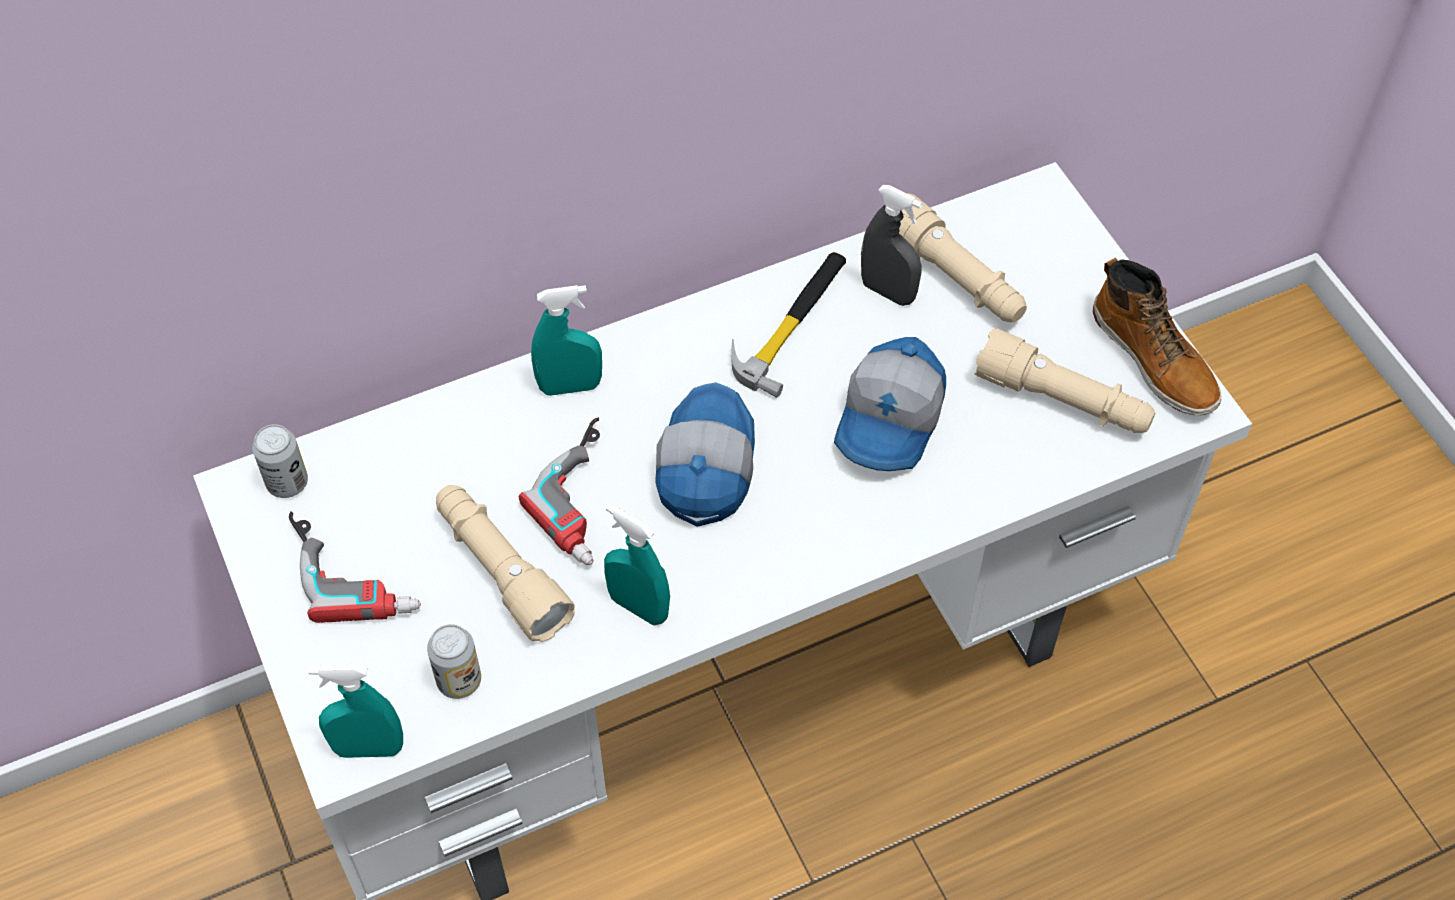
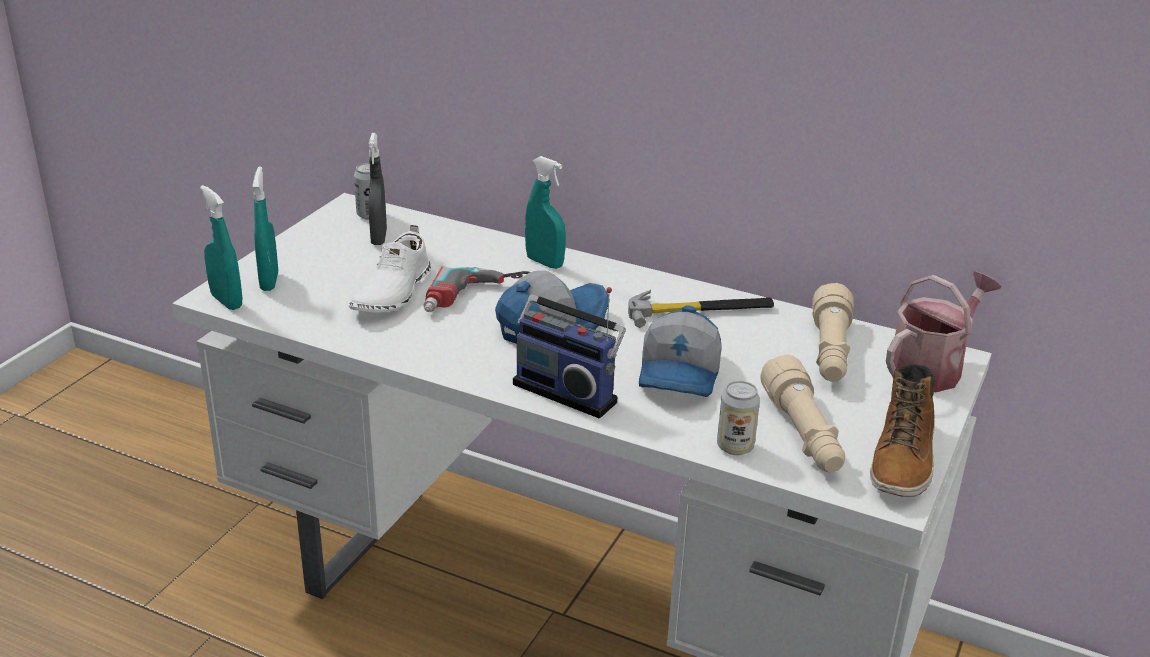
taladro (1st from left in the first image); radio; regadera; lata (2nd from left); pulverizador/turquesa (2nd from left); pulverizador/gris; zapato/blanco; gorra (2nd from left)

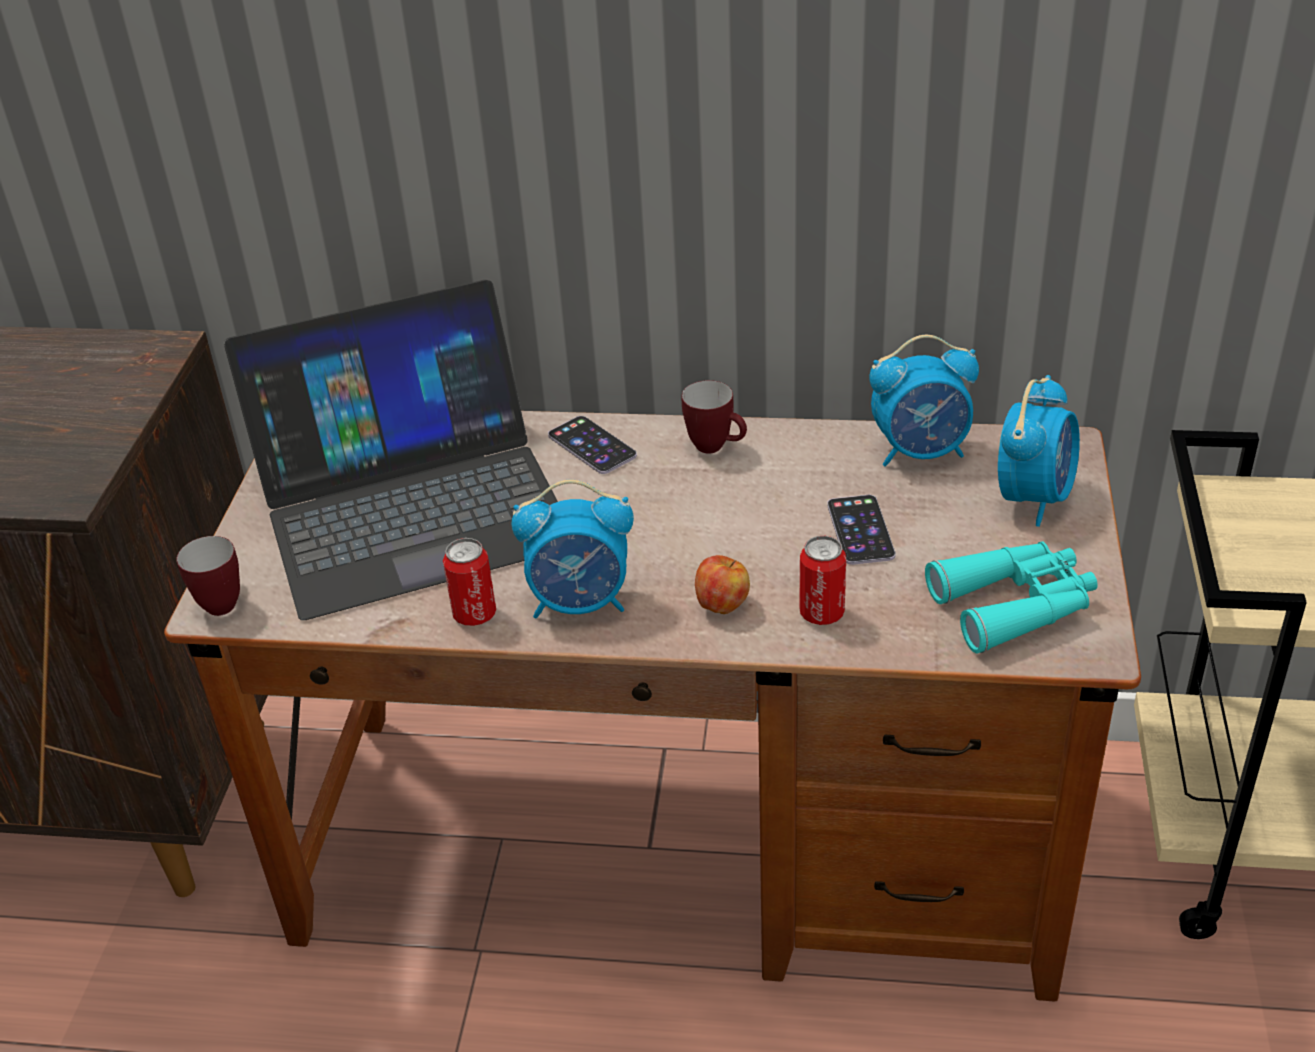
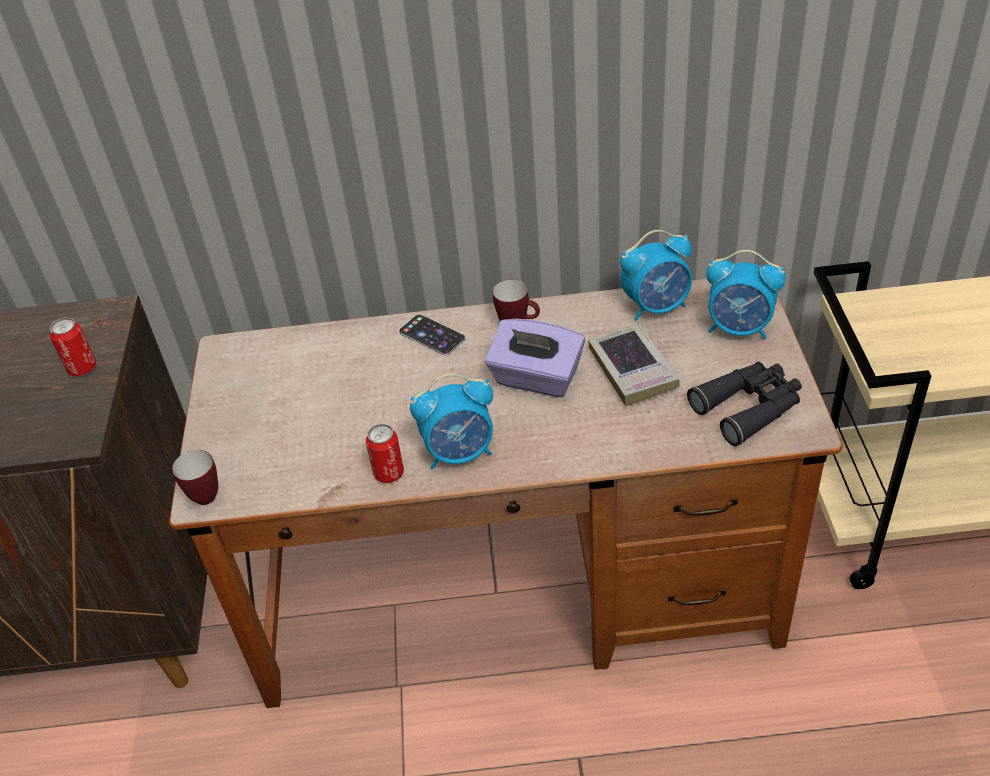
portátil; manzana; caja de pañuelos/morado; lata (1st from left); libro; prismáticos/negro; despertador (3rd from left)

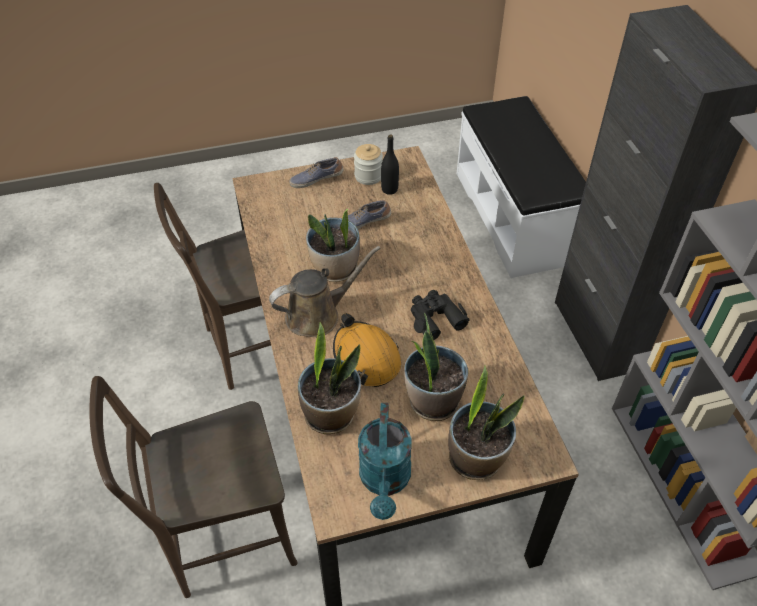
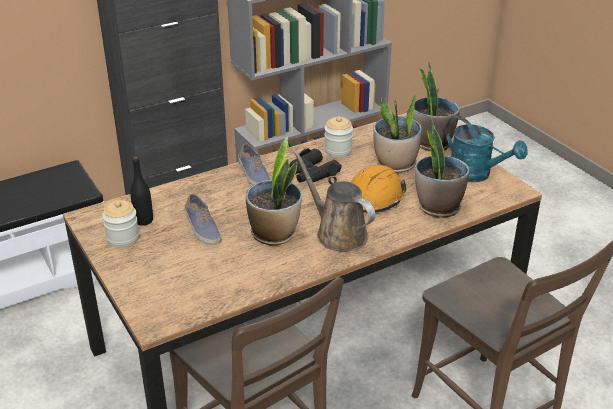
tarro (2nd from left); zapato (2nd from left); regadera/turquesa

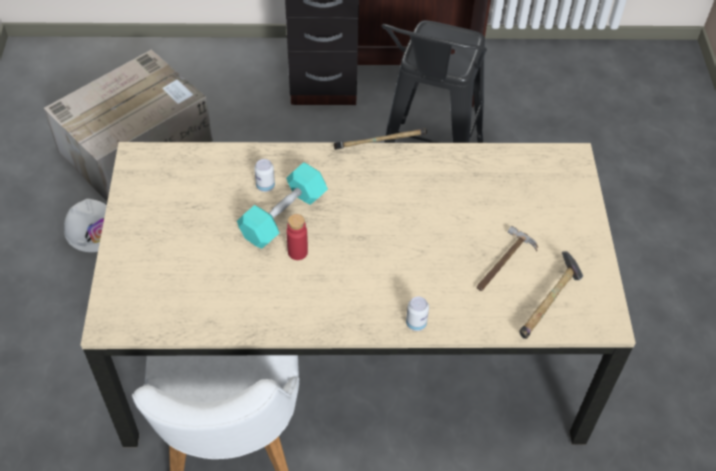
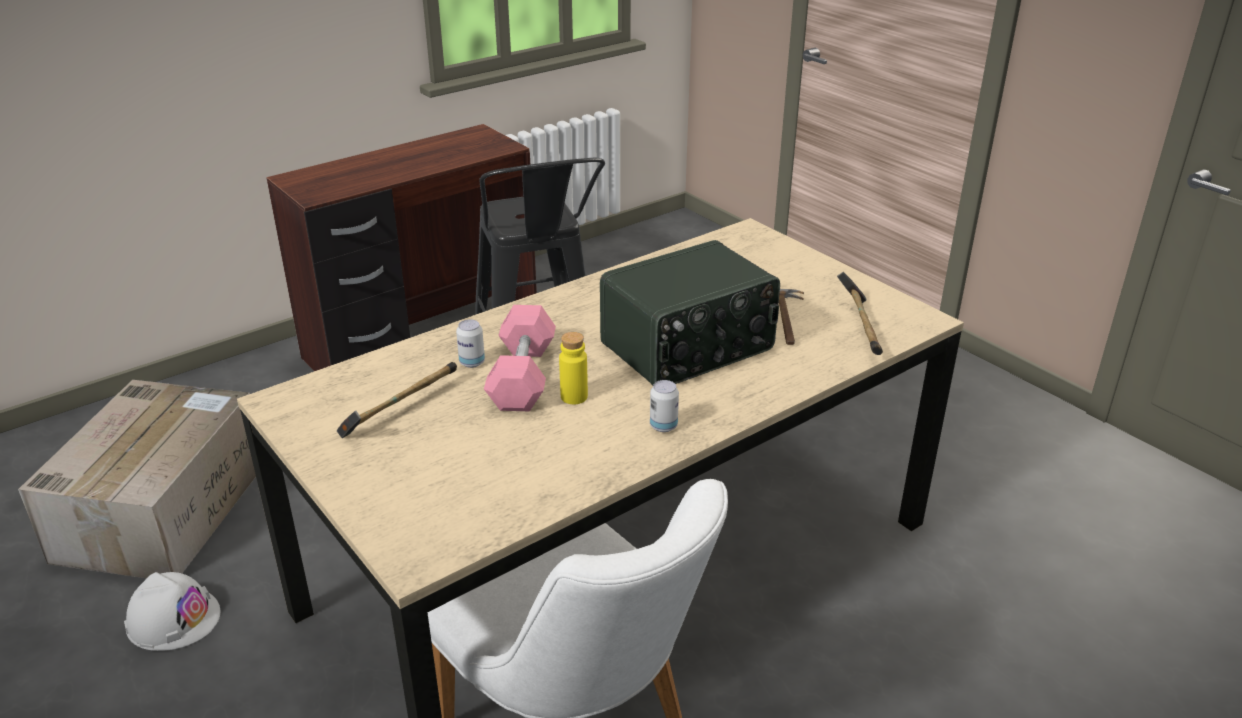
radio; martillo (1st from left); lata (2nd from left); mancuerna/rosa; botella/amarillo

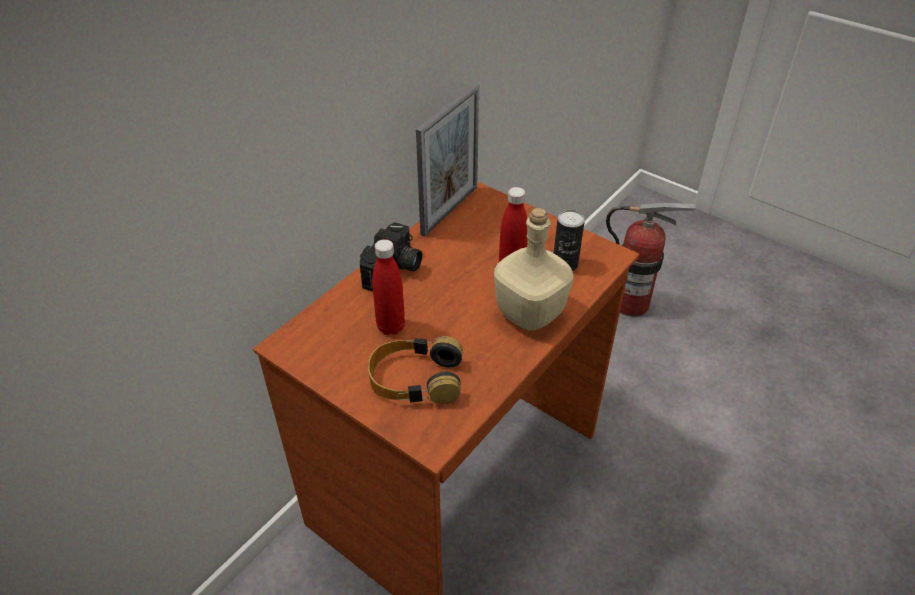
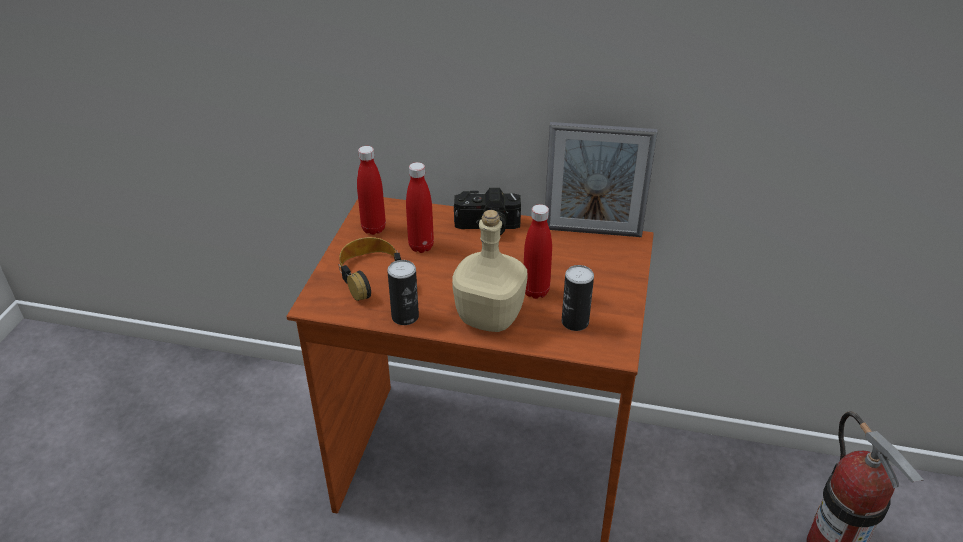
botella/rojo (1st from left); lata (1st from left)

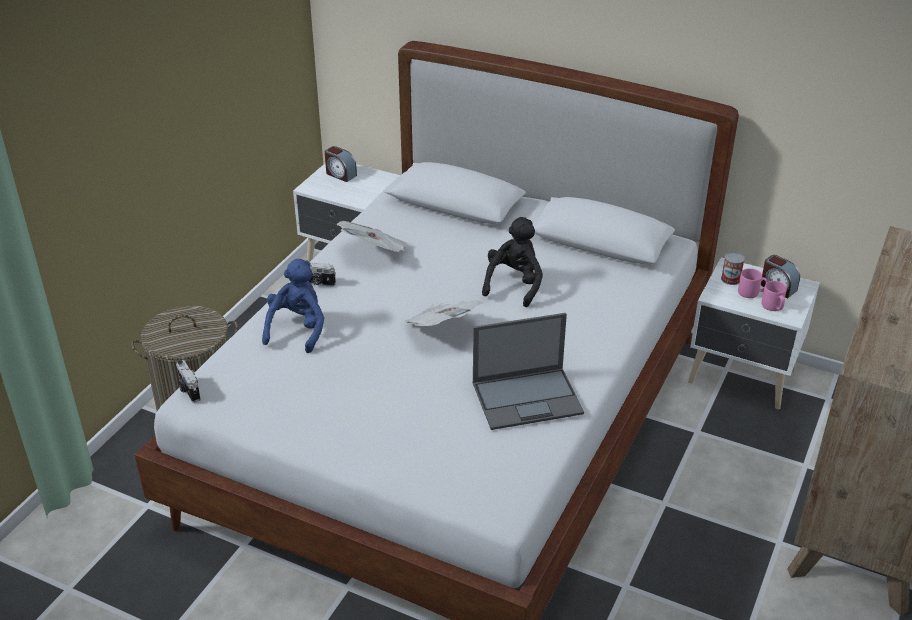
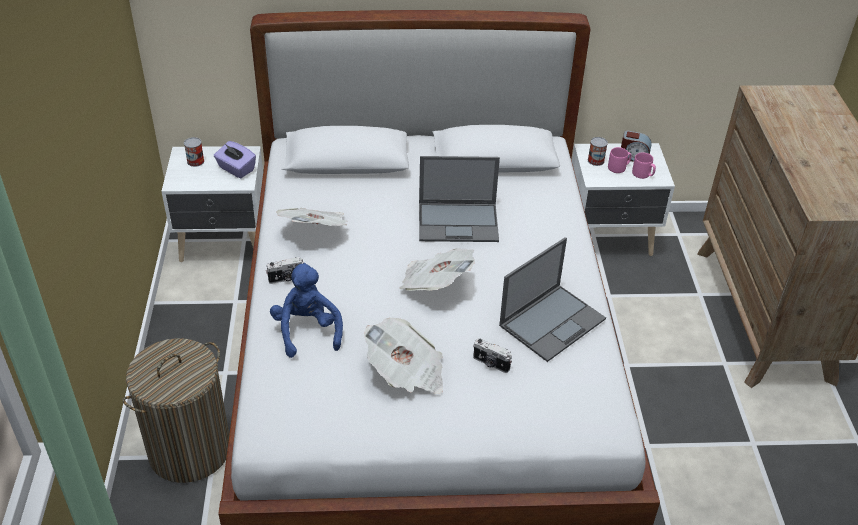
caja de pañuelos/morado; periódico (2nd from left); cámara (2nd from left); lata (1st from left); portátil (1st from left)

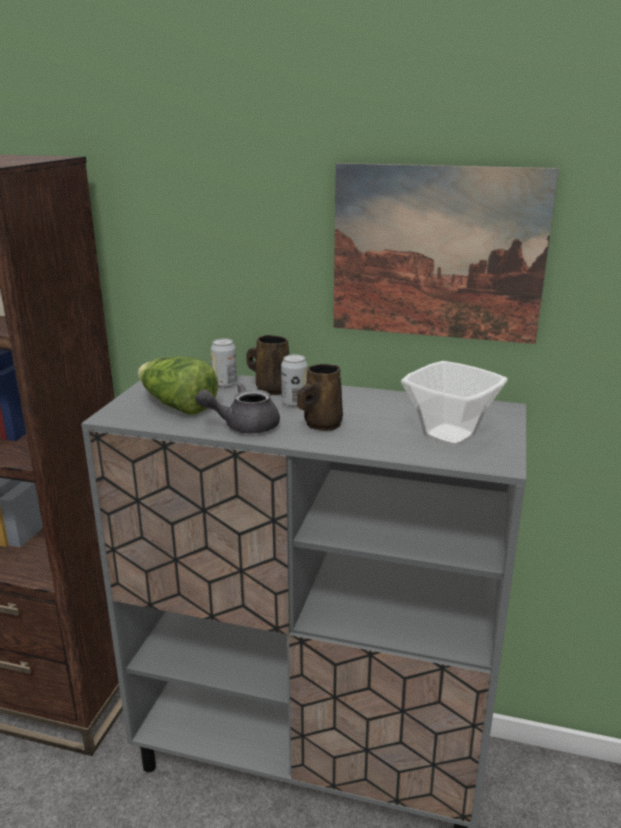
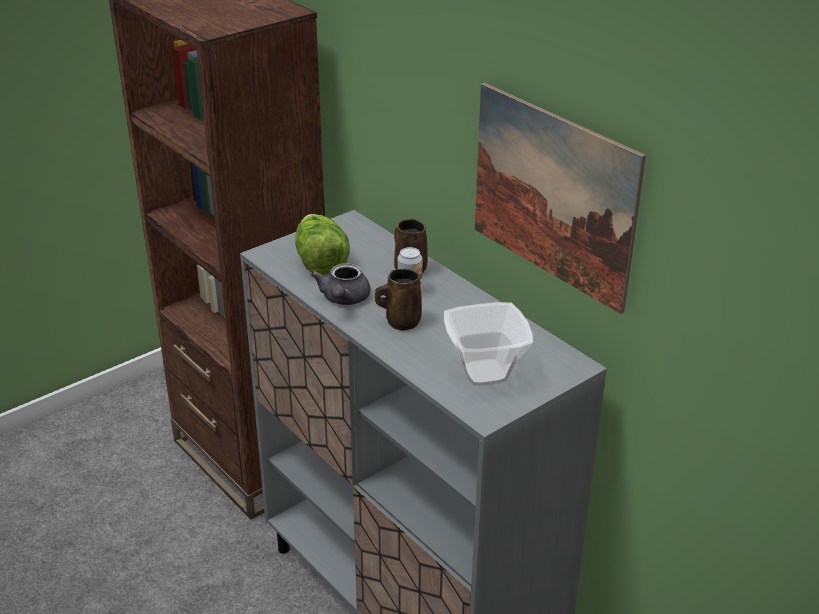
lata (1st from left in the first image); tetera/gris

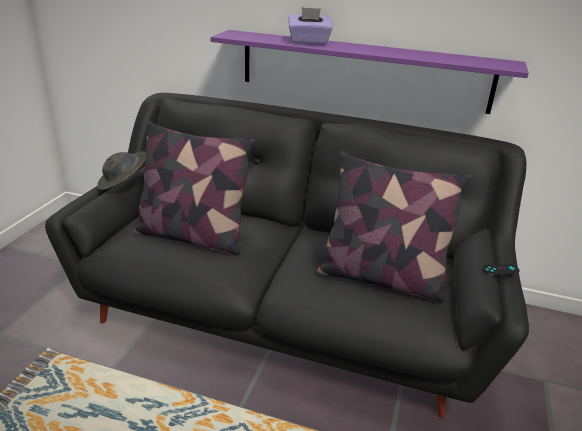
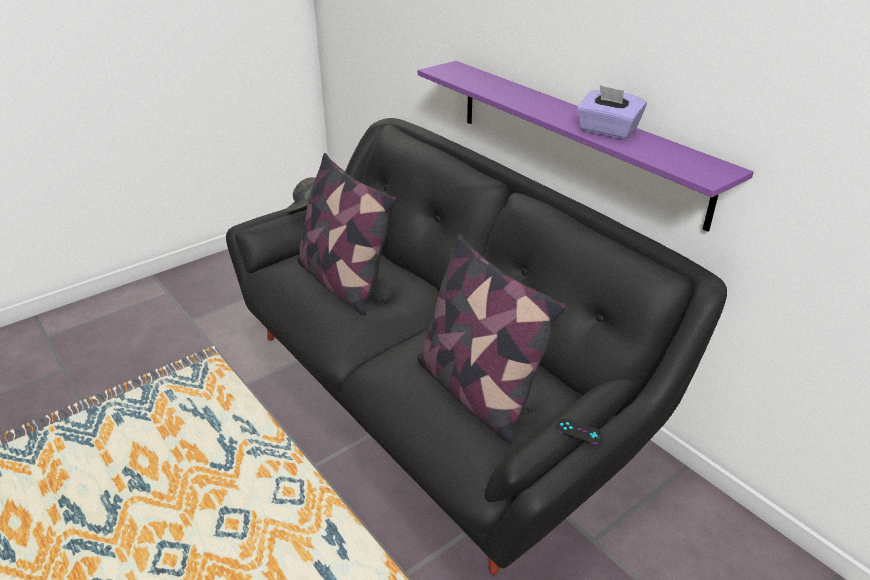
caja de pañuelos/morado

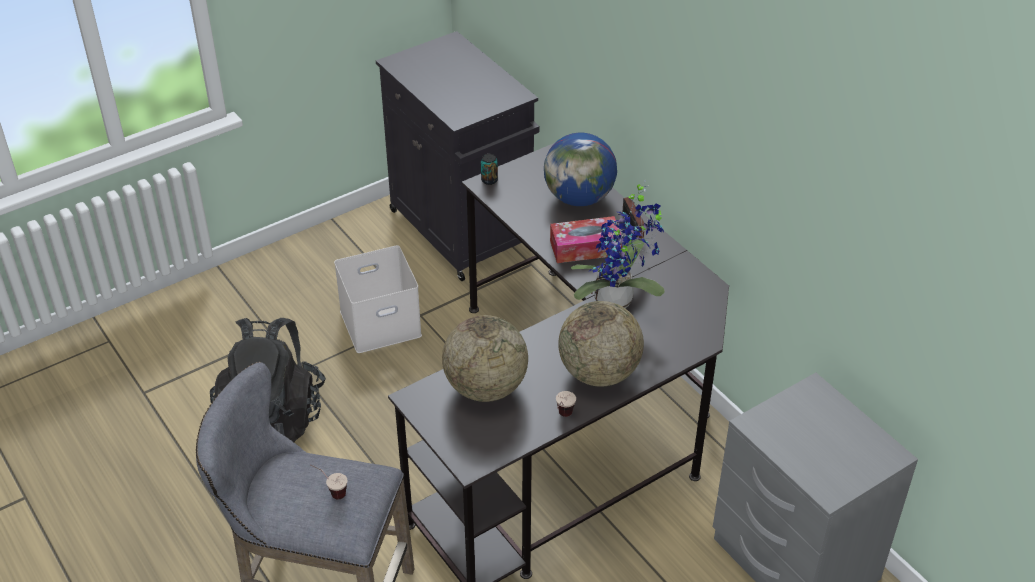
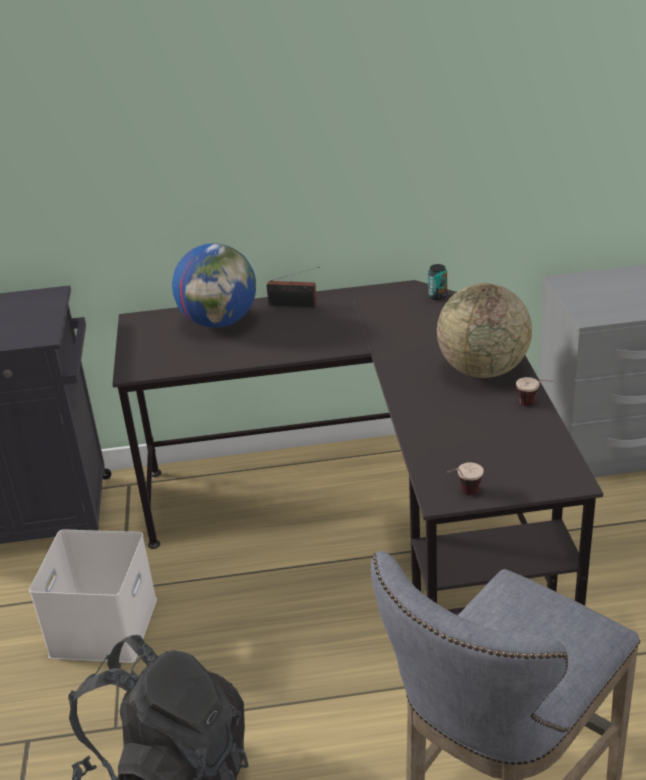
globo terráqueo (1st from left in the first image); caja de pañuelos; planta en maceta; taza (1st from left); lata

